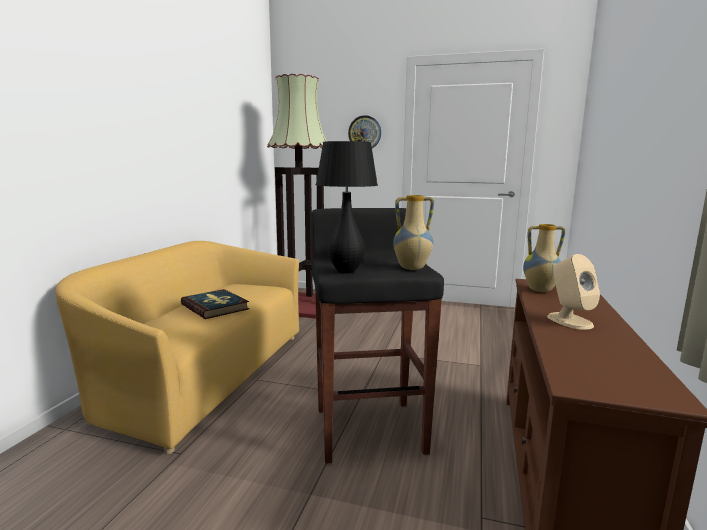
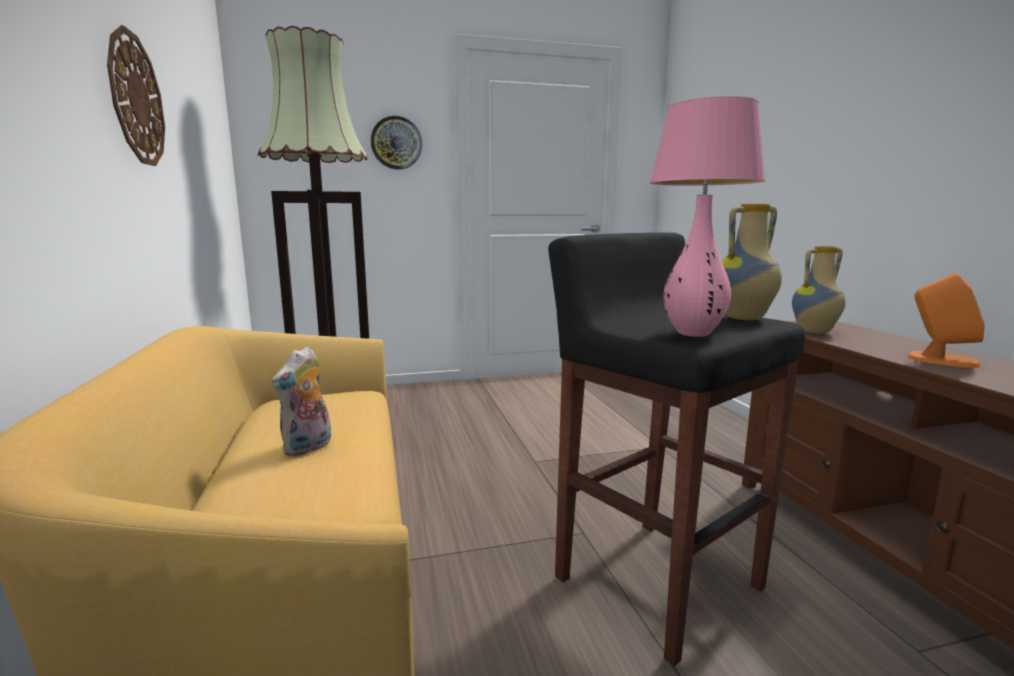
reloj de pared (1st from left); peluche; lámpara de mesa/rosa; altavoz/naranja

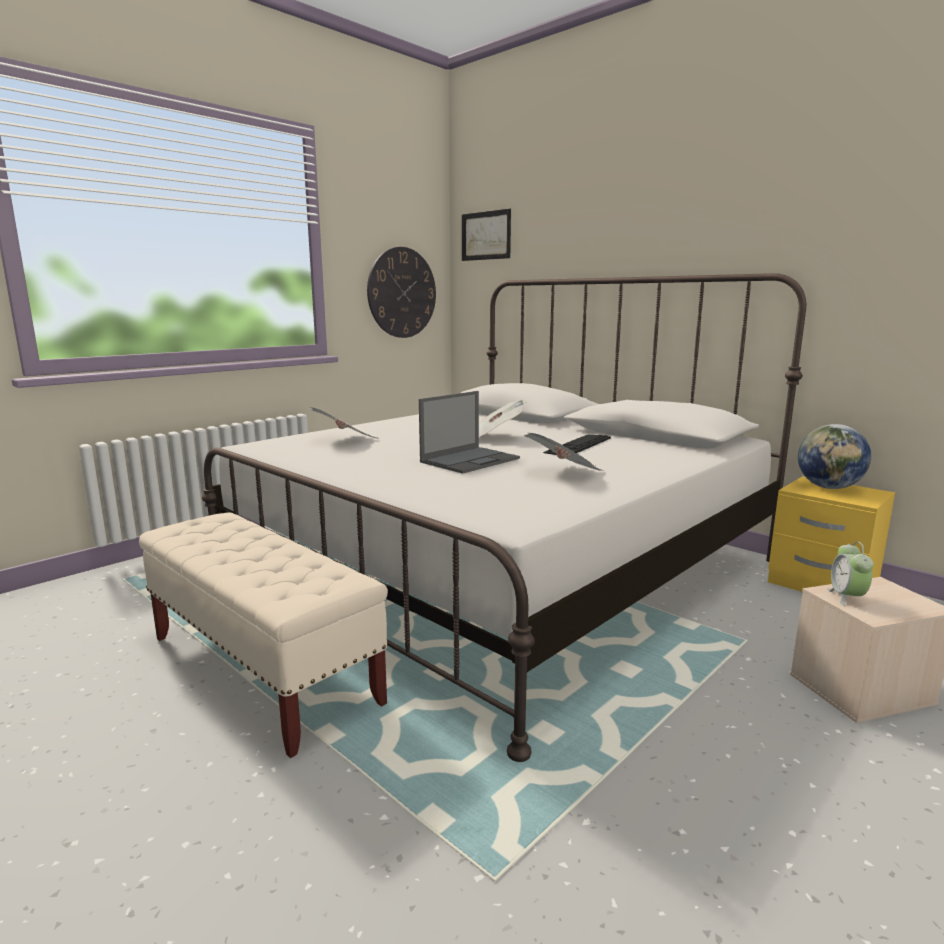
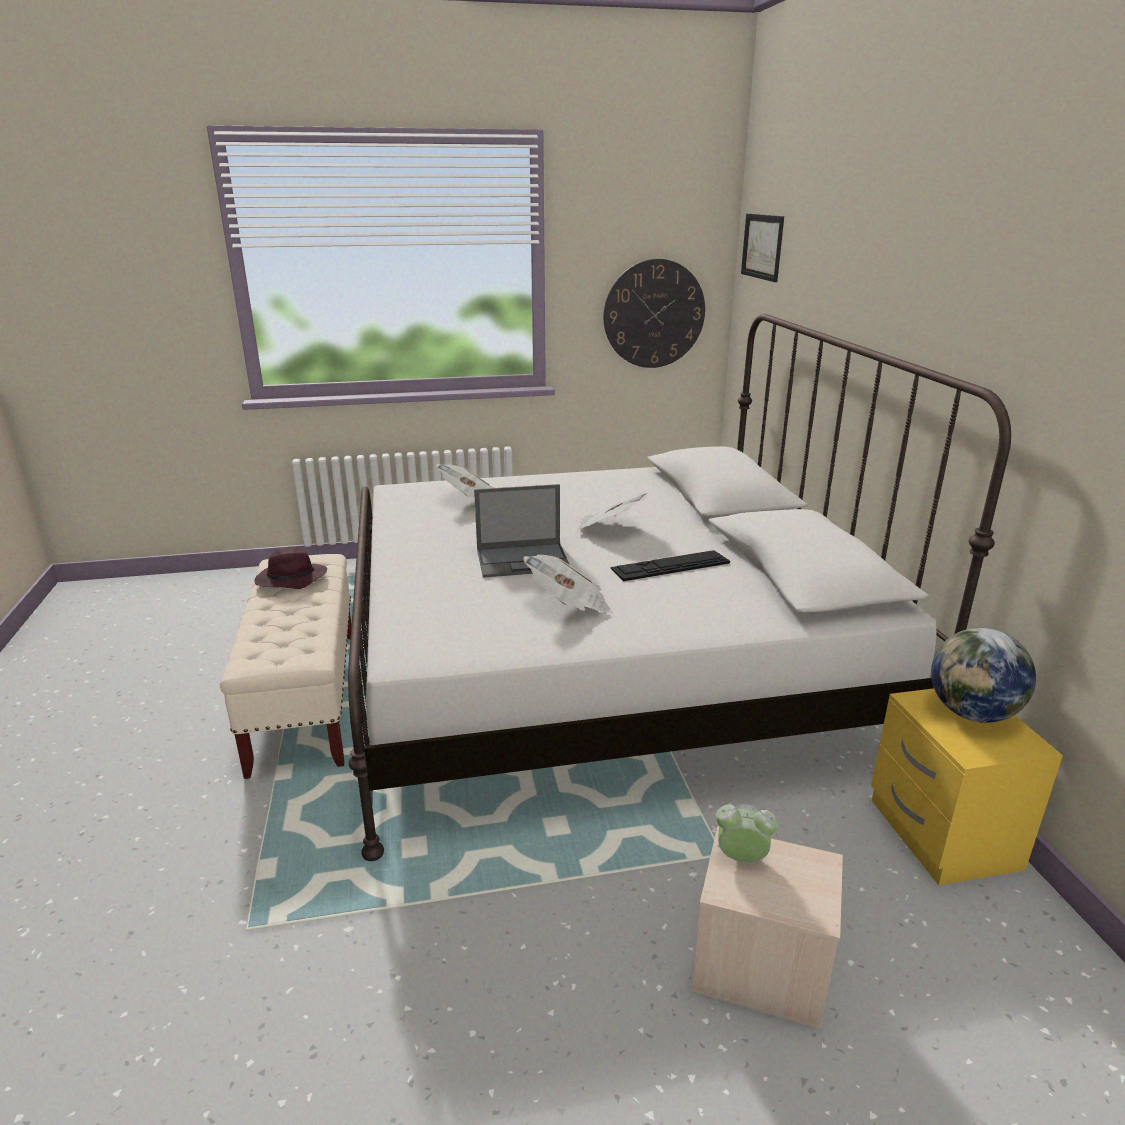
sombrero/morado; despertador

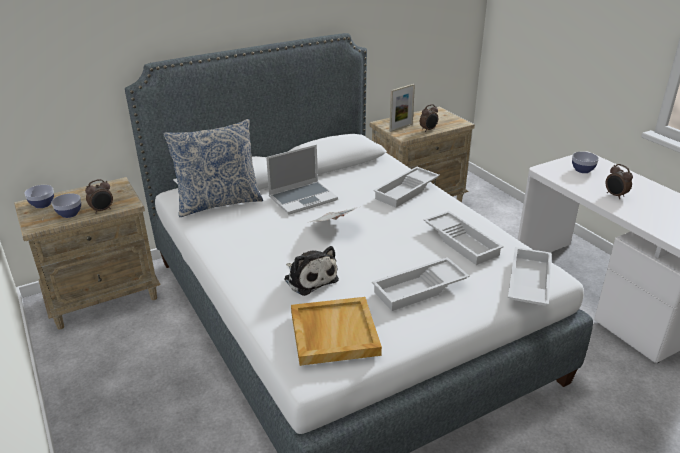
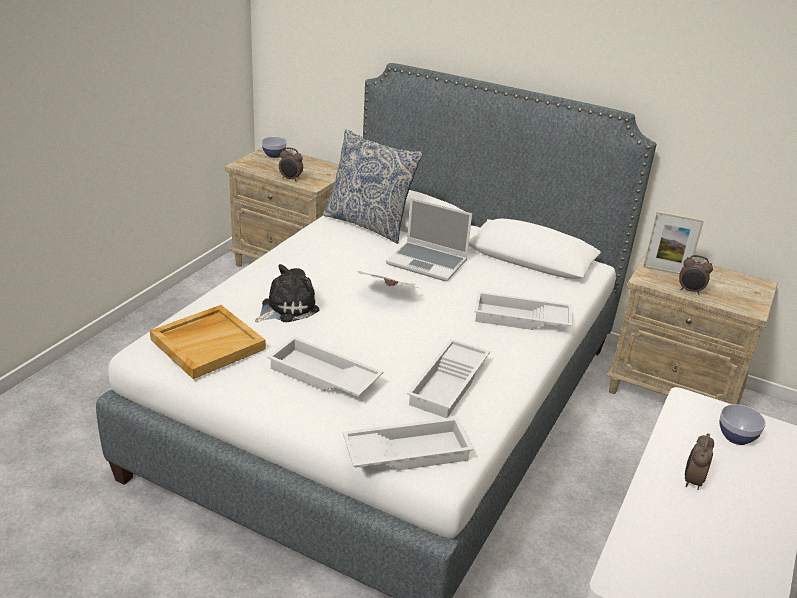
cuenco (2nd from left in the first image); peluche

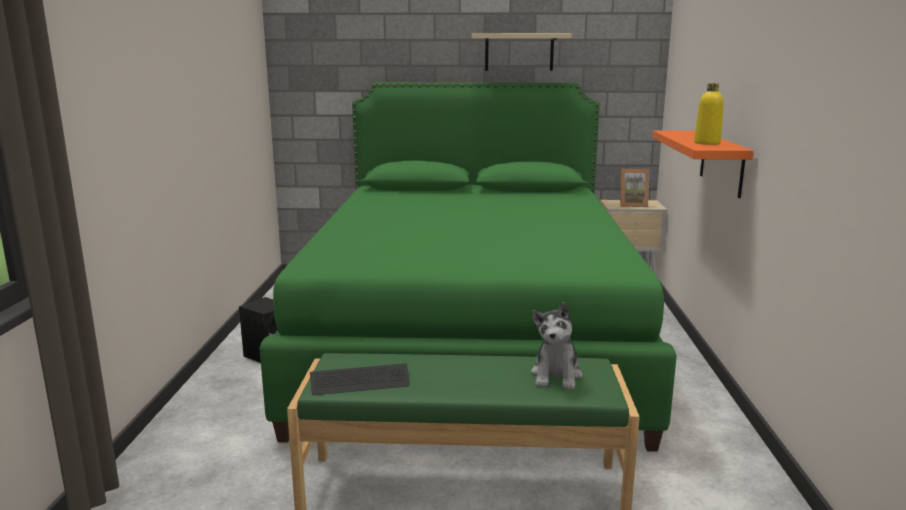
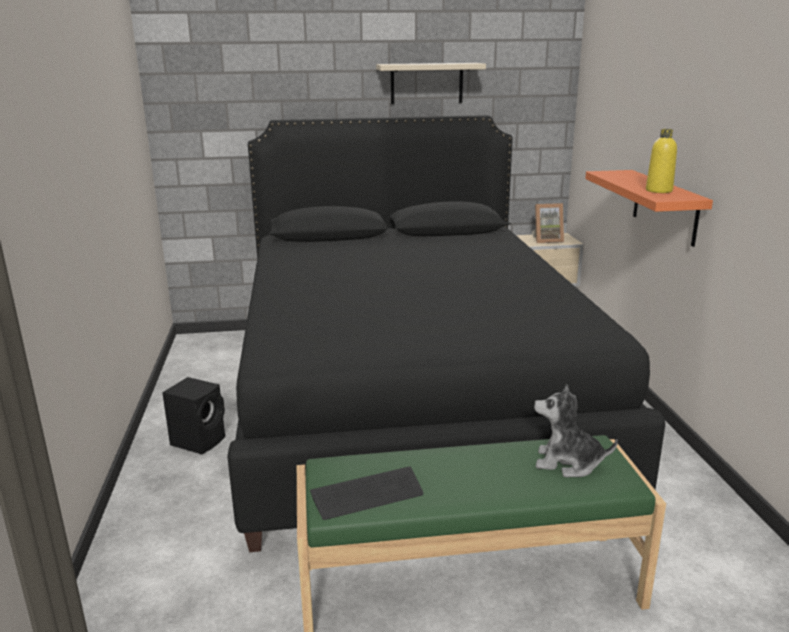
cama/negro; peluche

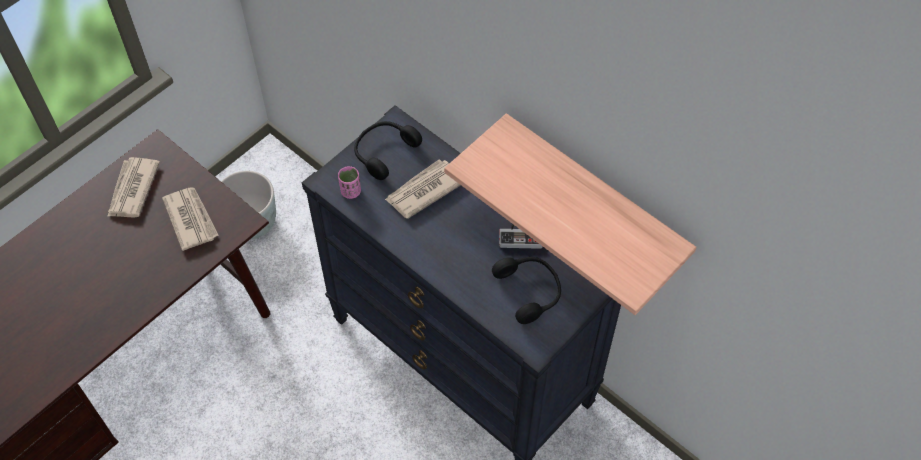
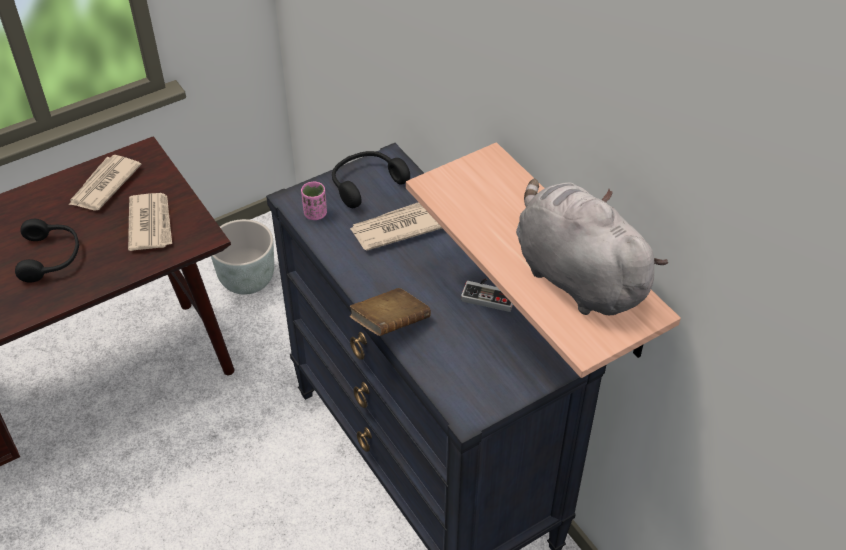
libro/marrón; peluche/gris; auriculares/negro (1st from left)

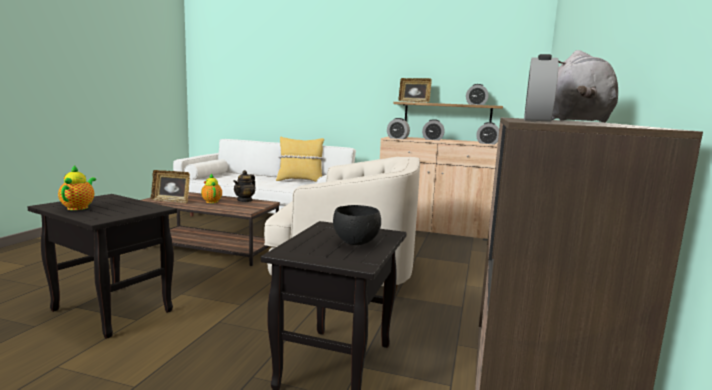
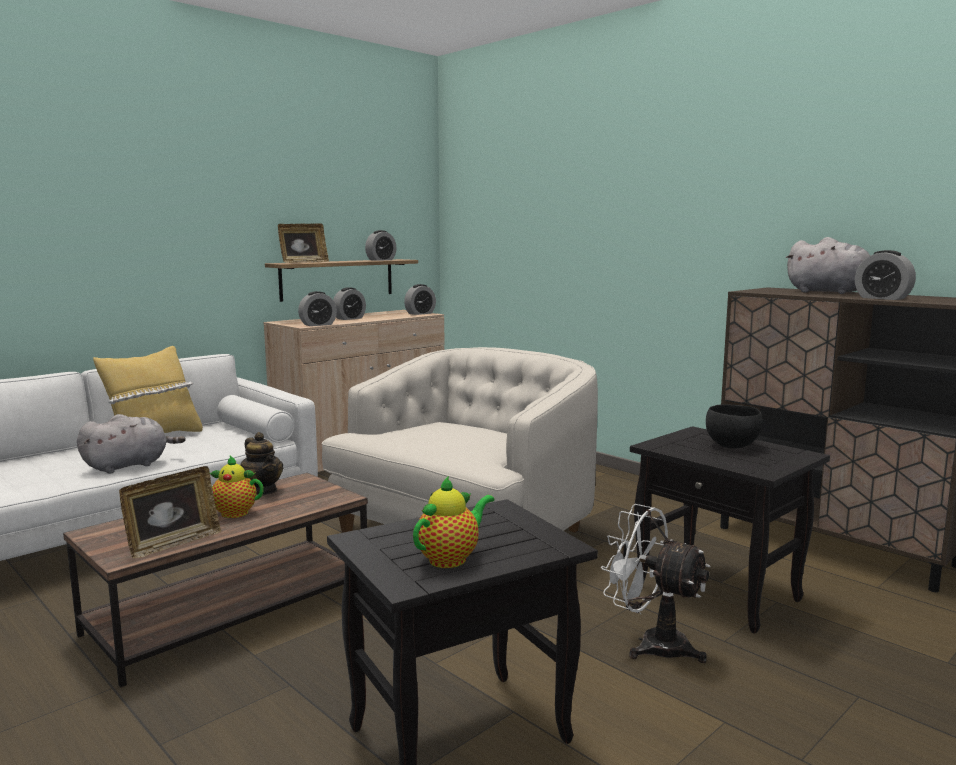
peluche/gris (1st from left); ventilador/blanco; tetera (3rd from left)

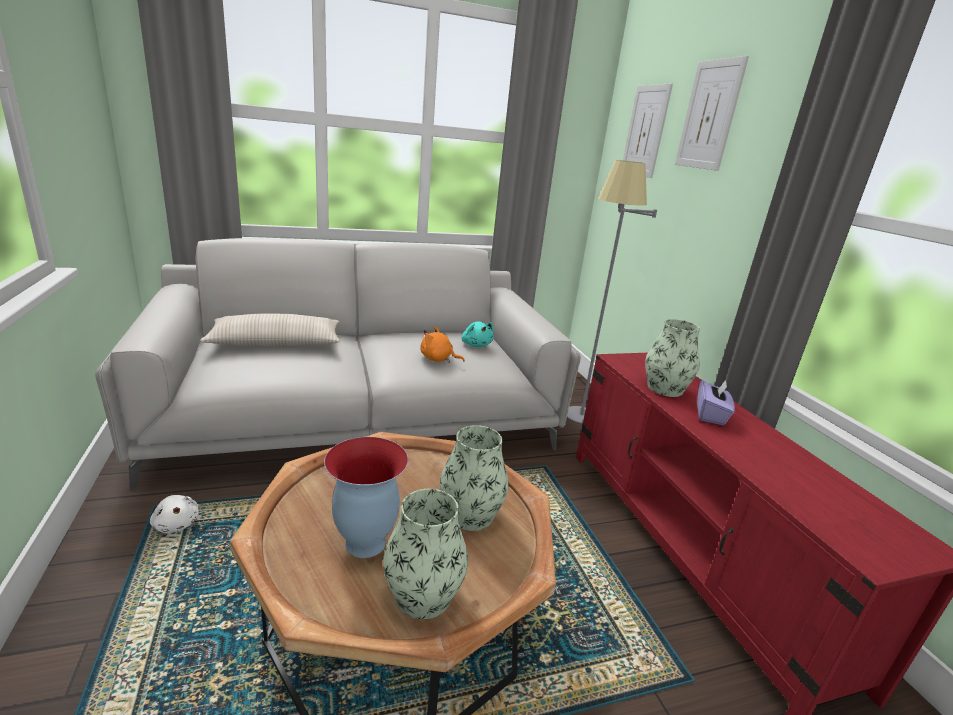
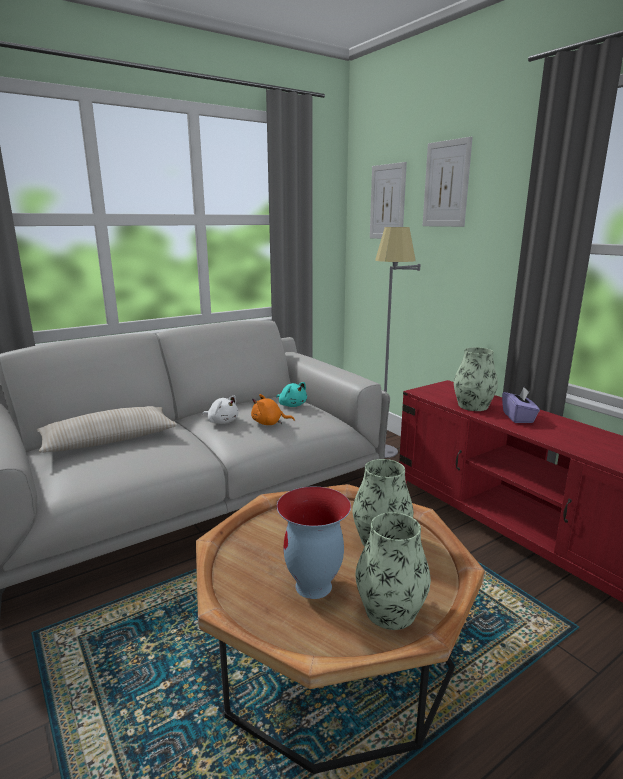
peluche/blanco

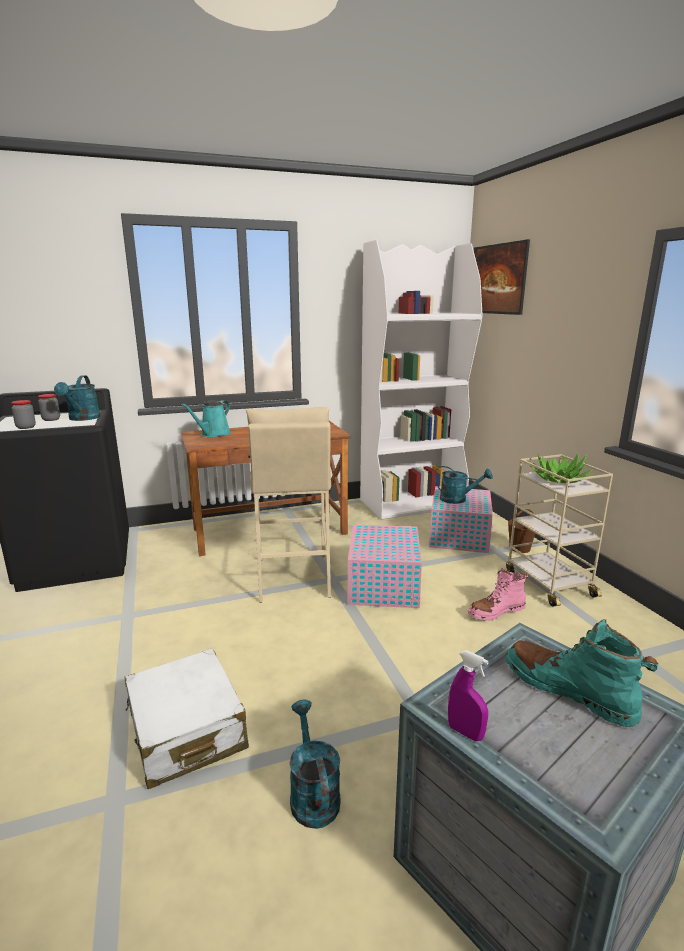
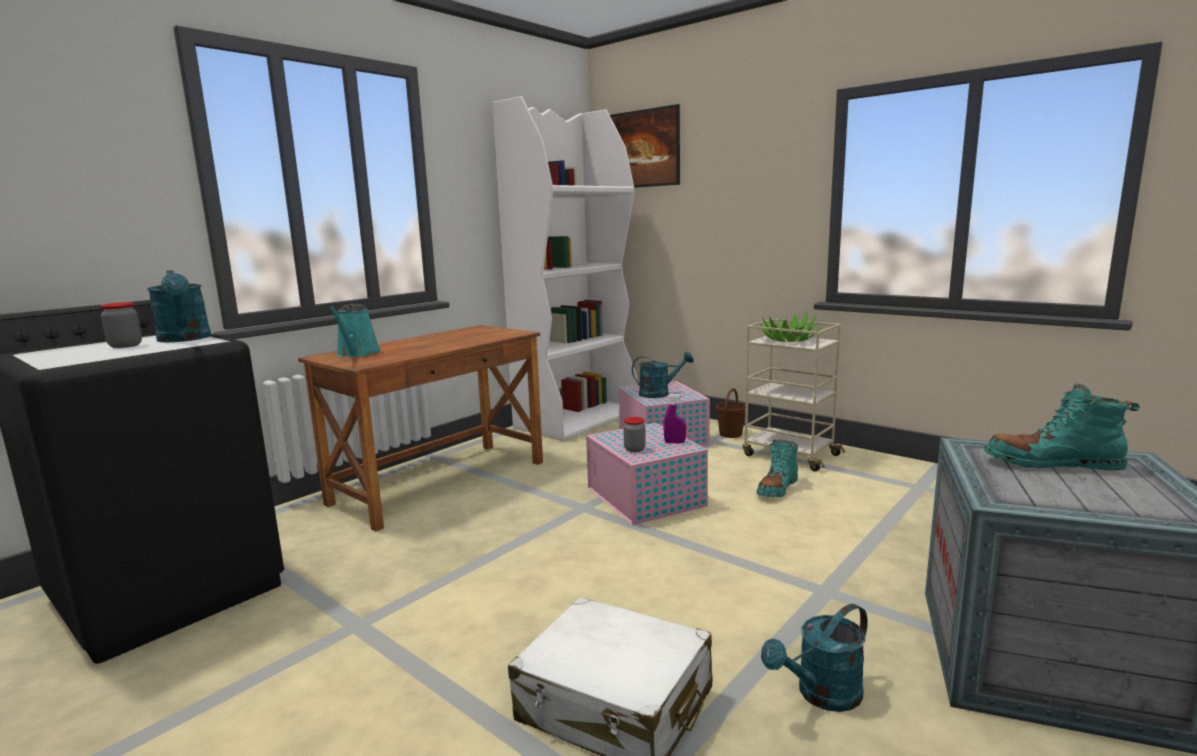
taburete/beis; tarro (2nd from left); pulverizador/morado; bota/turquesa (1st from left); regadera/turquesa (4th from left)

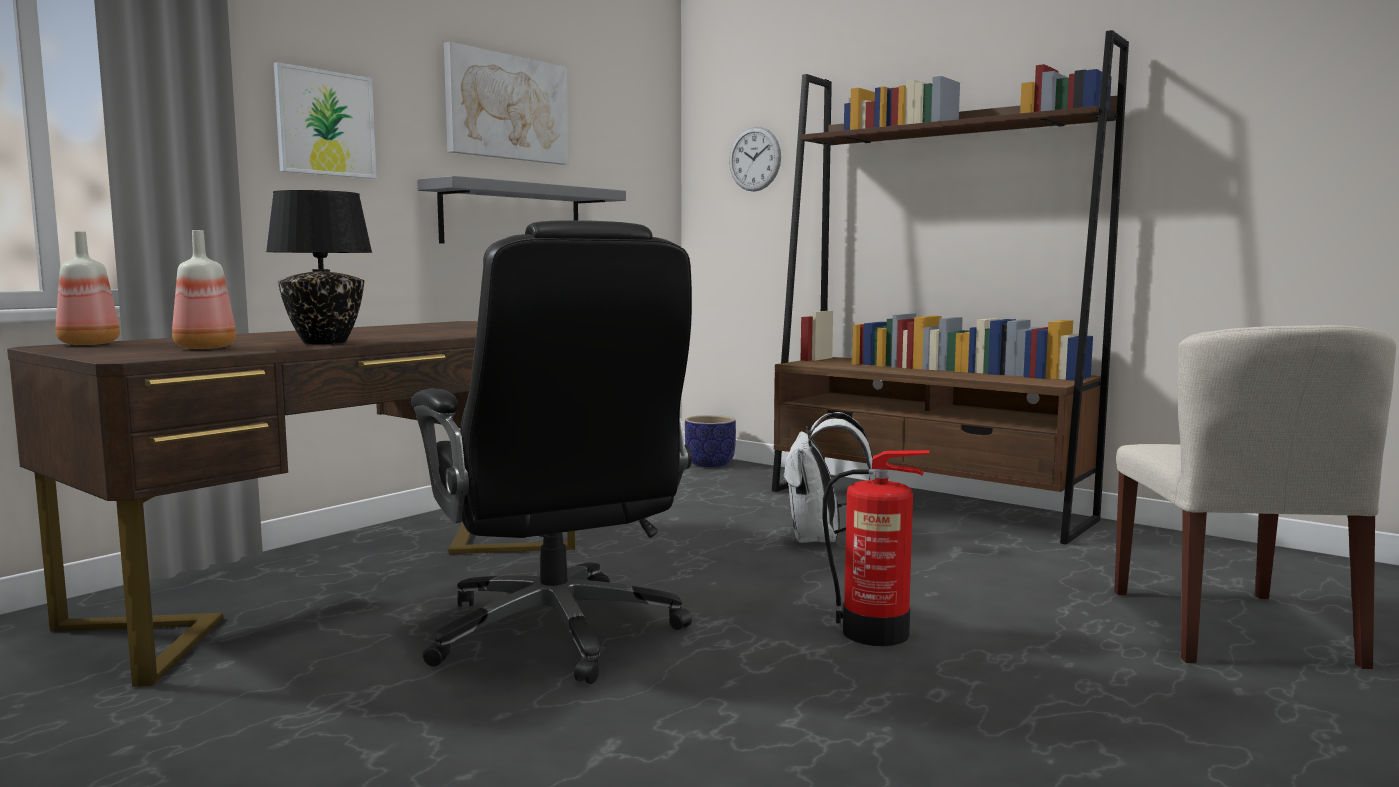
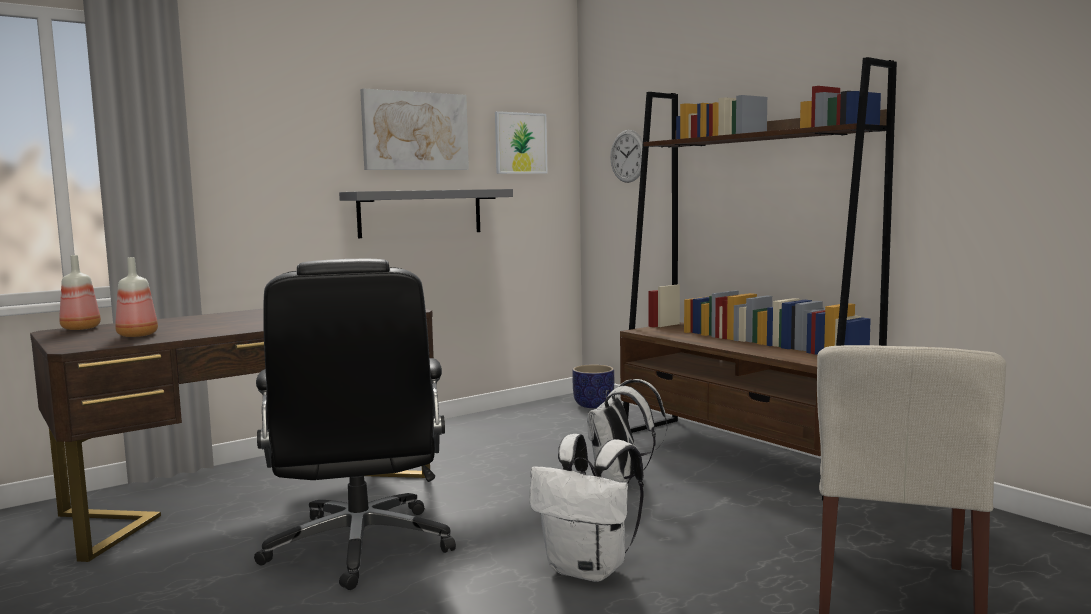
lámpara de mesa/negro; cuadro (2nd from left); mochila/blanco (1st from left)

